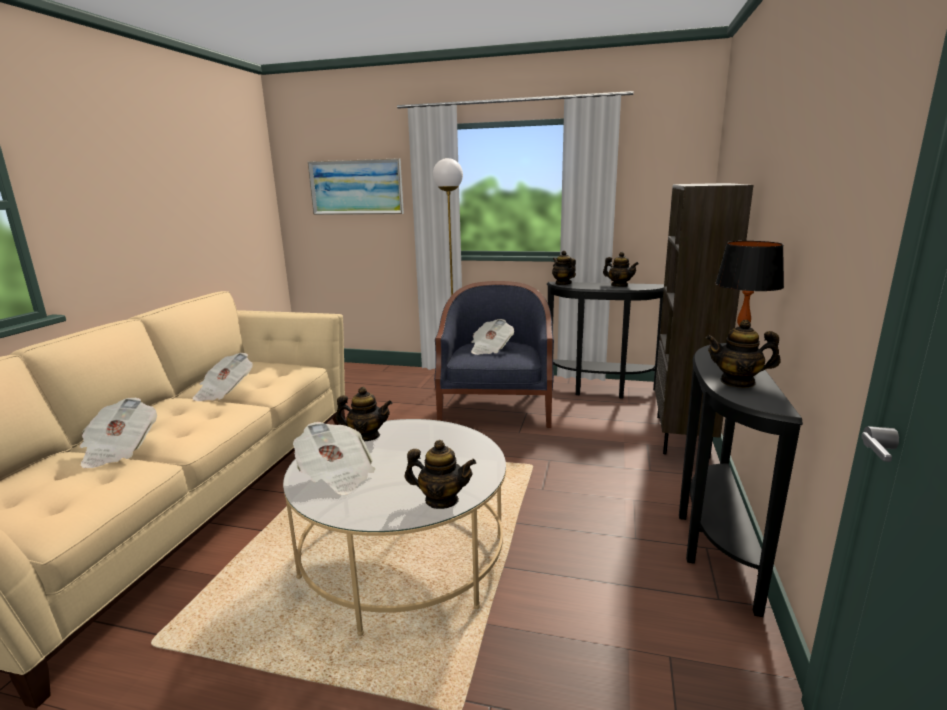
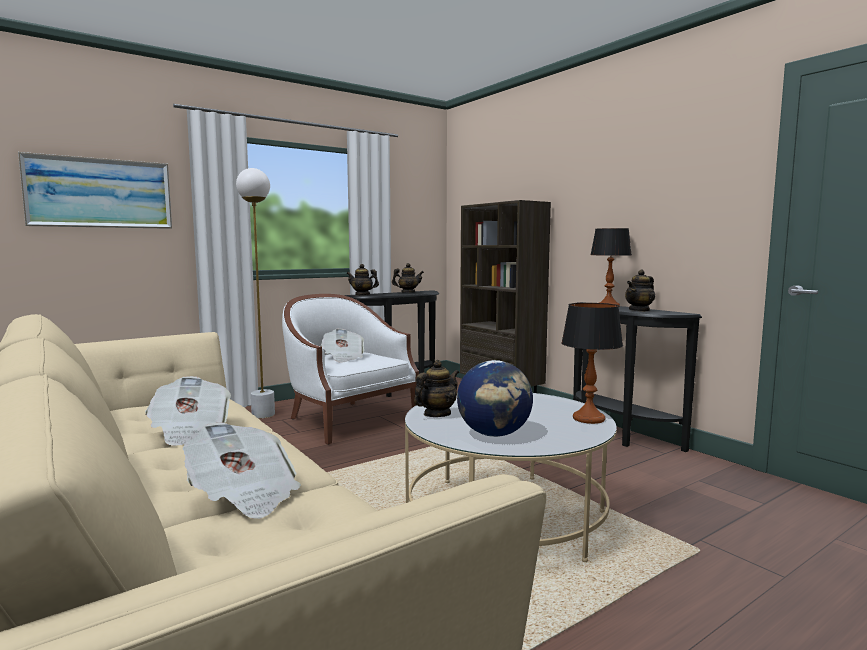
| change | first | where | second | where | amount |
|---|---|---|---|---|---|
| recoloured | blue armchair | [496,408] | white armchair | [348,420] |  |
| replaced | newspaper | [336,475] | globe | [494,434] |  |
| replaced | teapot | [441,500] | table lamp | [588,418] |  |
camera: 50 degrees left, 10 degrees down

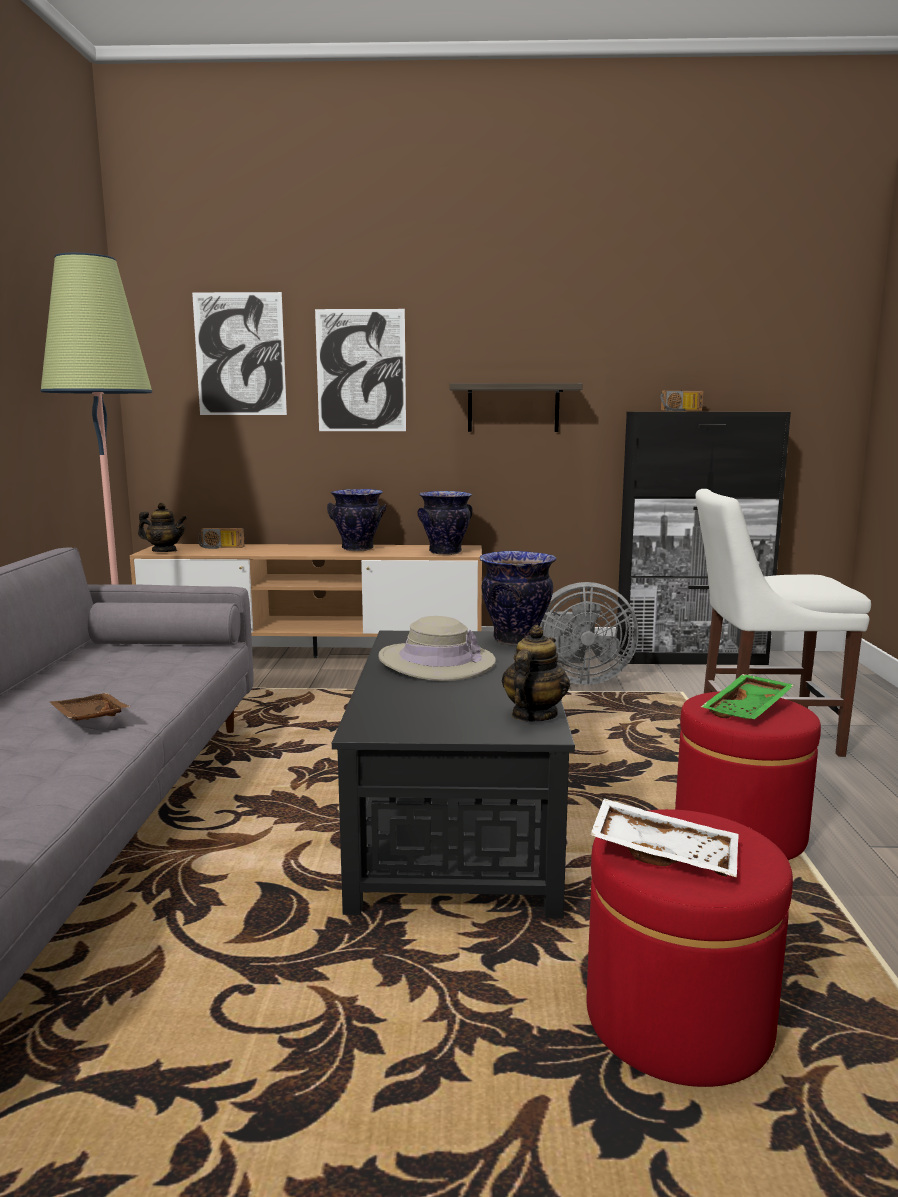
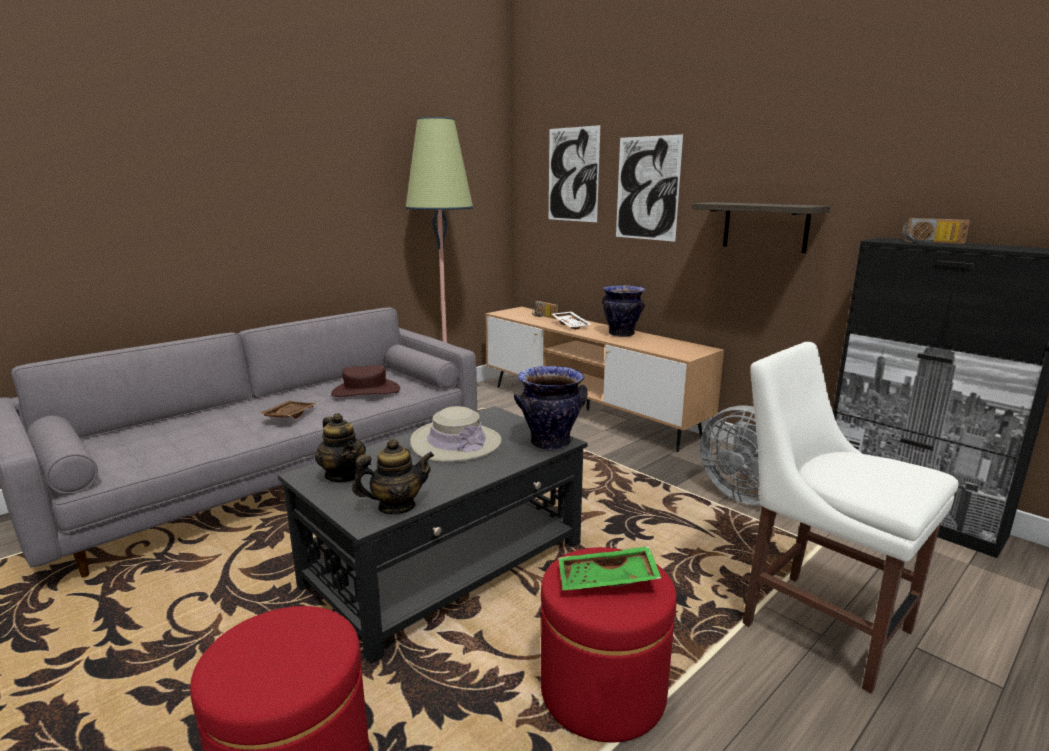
| change | first | where | second | where | amount |
|---|---|---|---|---|---|
| moved | teapot | [164,551] |  | [343,475] |  |
| added |  |  | brown hat | [365,391] |  |
| moved | white tray | [664,853] |  | [571,325] |  |
| removed | vase | [446,552] |  |  |  |
camera: 45 degrees right, 5 degrees up

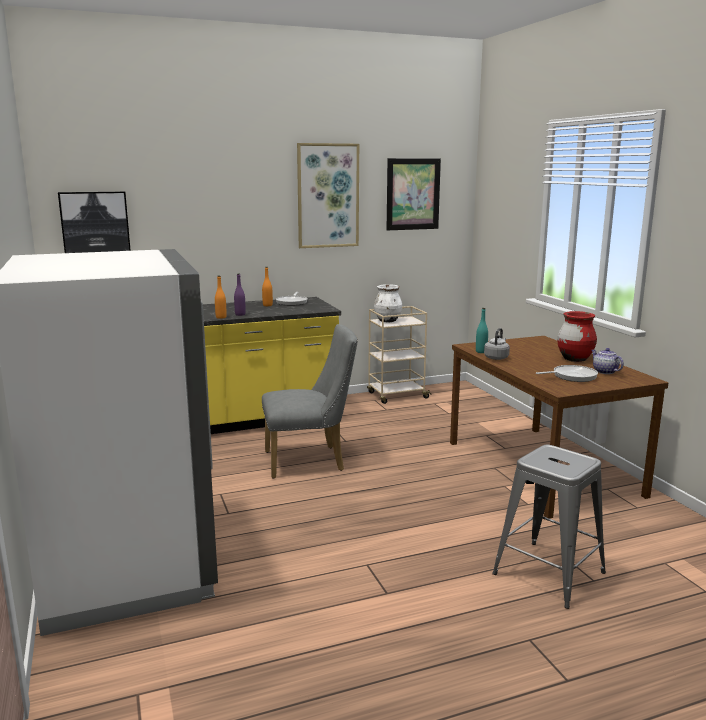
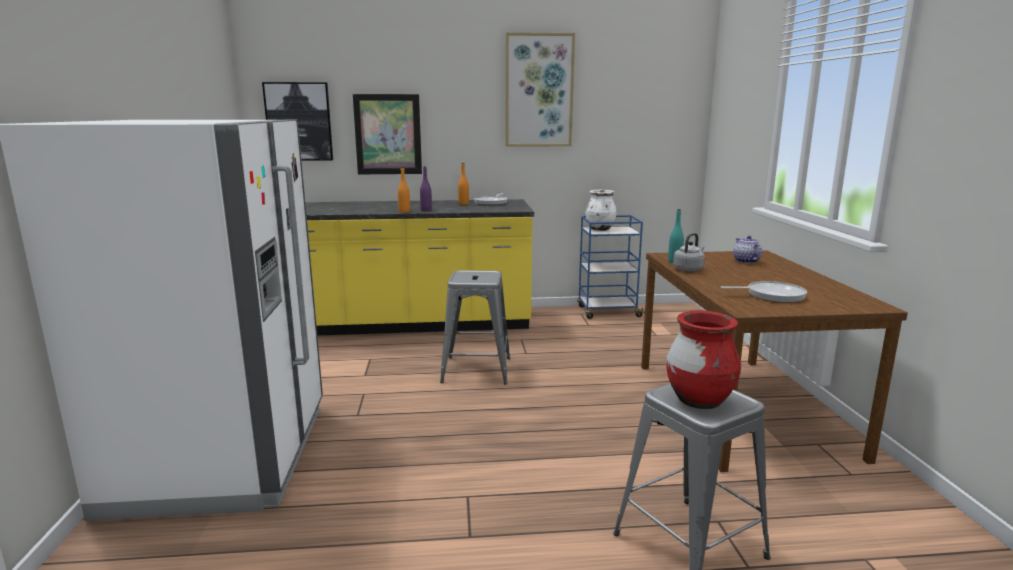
| change | first | where | second | where | amount |
|---|---|---|---|---|---|
| moved | picture | [413,194] |  | [388,134] |  |
| replaced | grey chair | [310,461] | grey stool | [476,370] |  |
| recoloured | beige cart | [396,395] | blue cart | [607,312] |  |
| moved | red vase | [574,359] |  | [699,401] |  |
| moved | teapot | [604,371] |  | [745,261] |  |
camera: 15 degrees right, 0 degrees up

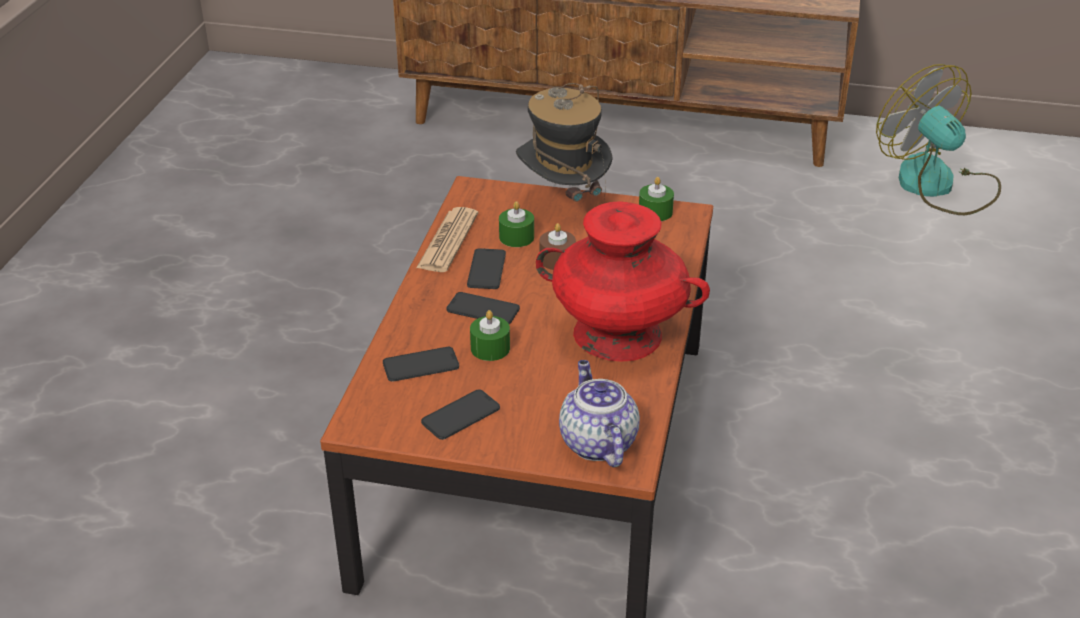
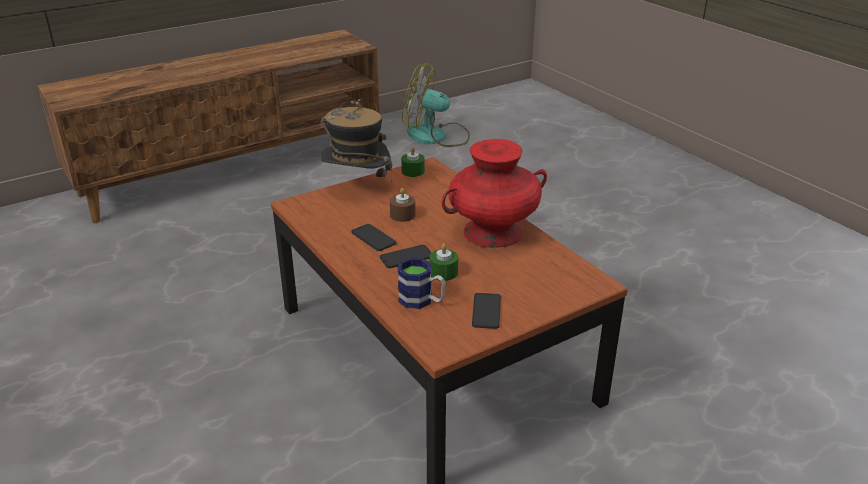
| change | first | where | second | where | amount |
|---|---|---|---|---|---|
| replaced | phone | [421,365] | mug | [422,301] |  |
| removed | newspaper | [448,241] |  |  |  |
| removed | green candle | [516,237] |  |  |  |
| removed | teapot | [596,442] |  |  |  |
camera: 45 degrees left, 5 degrees down

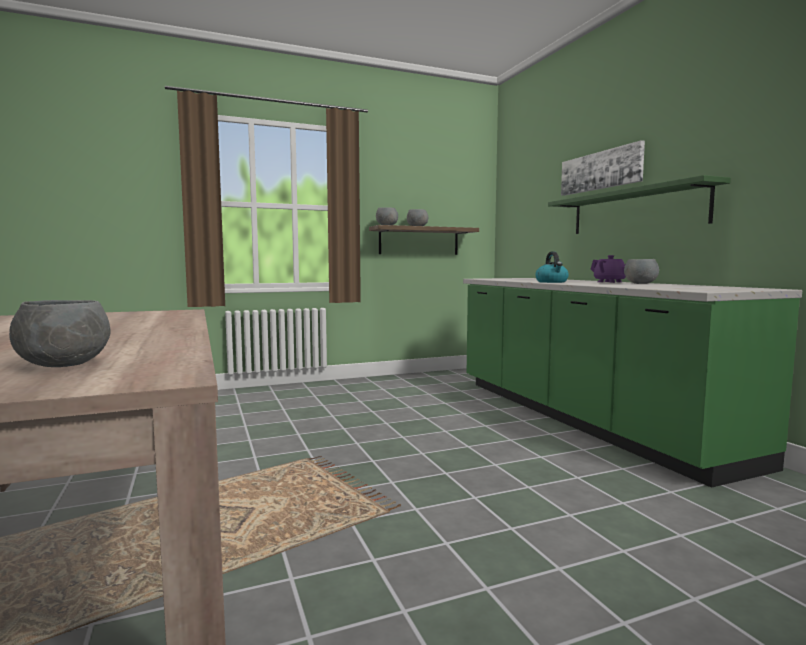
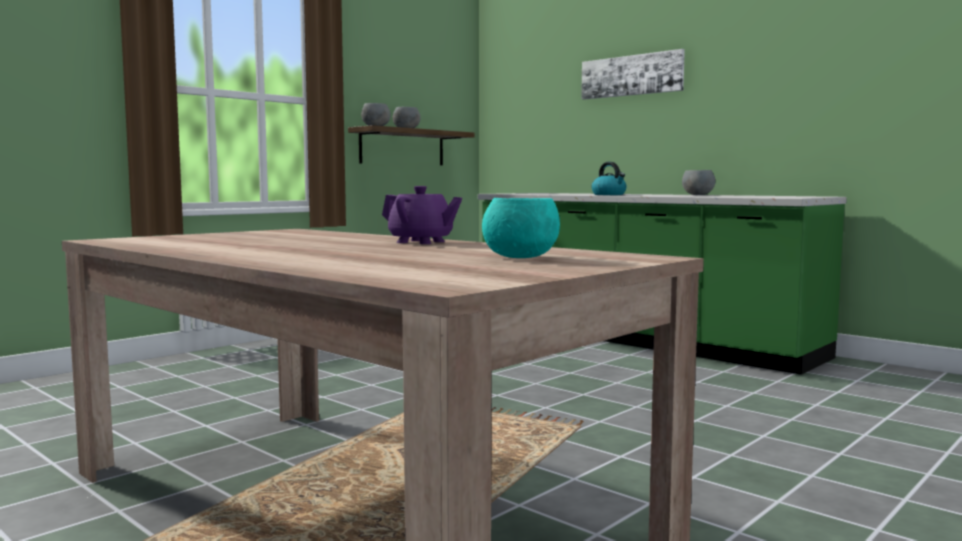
| change | first | where | second | where | amount |
|---|---|---|---|---|---|
| moved | purple teapot | [610,282] |  | [421,242] |  |
| recoloured | grey bowl | [63,365] | turquoise bowl | [521,257] |  |
| removed | green shelf | [635,211] |  |  |  |
camera: 25 degrees left, 0 degrees up

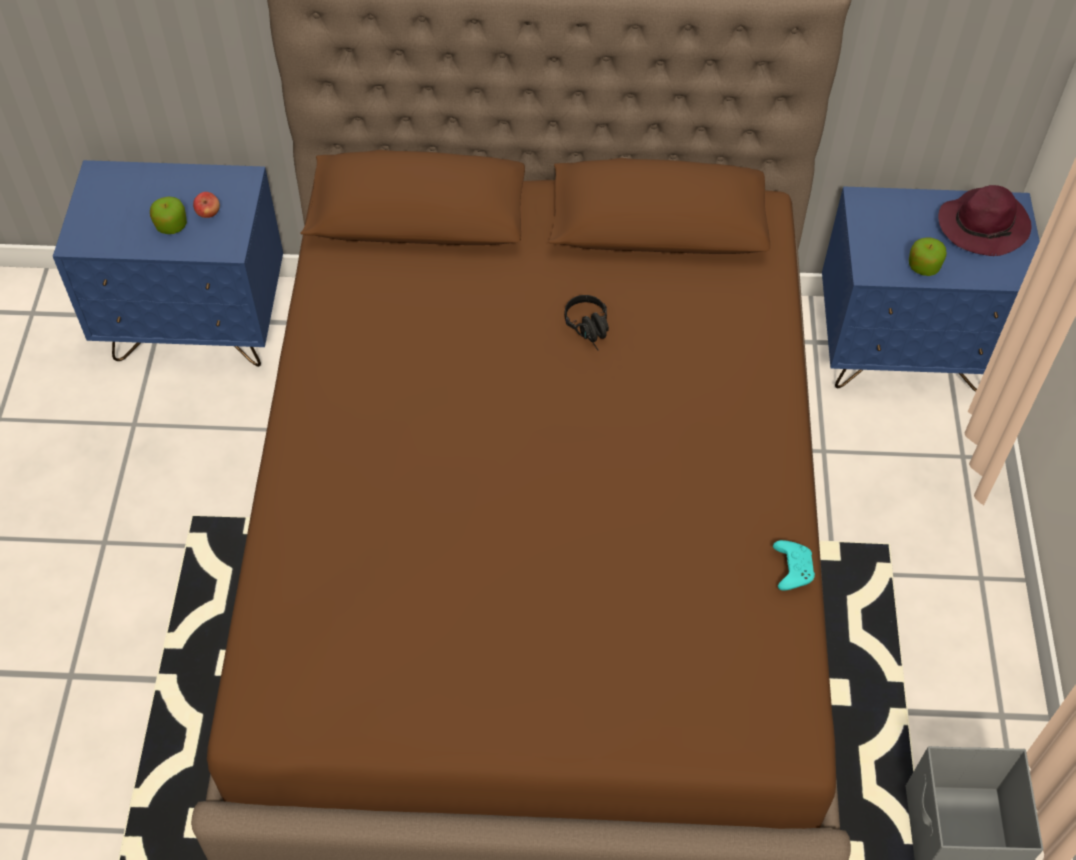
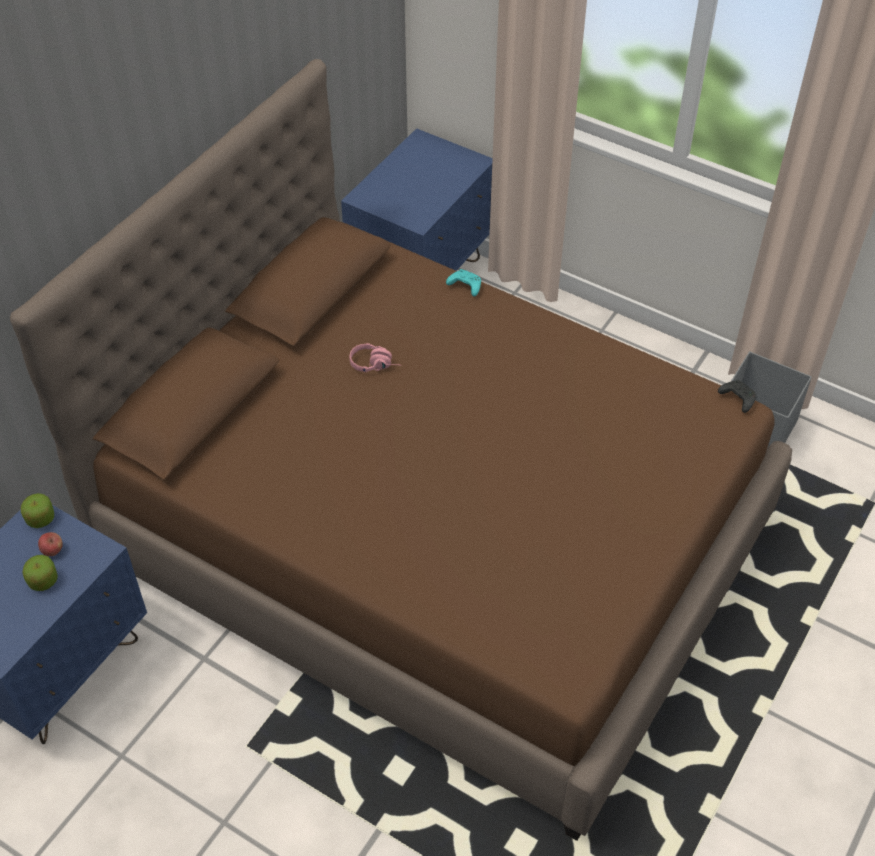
| change | first | where | second | where | amount |
|---|---|---|---|---|---|
| moved | apple | [923,267] |  | [40,519] |  |
| recoloured | black headphones | [590,330] | pink headphones | [376,364] |  |
| moved | turquoise game controller | [791,569] |  | [464,286] |  |
| added |  |  | black game controller | [737,399] |  |
| removed | purple hat | [983,225] |  |  |  |
camera: 60 degrees left, 5 degrees down

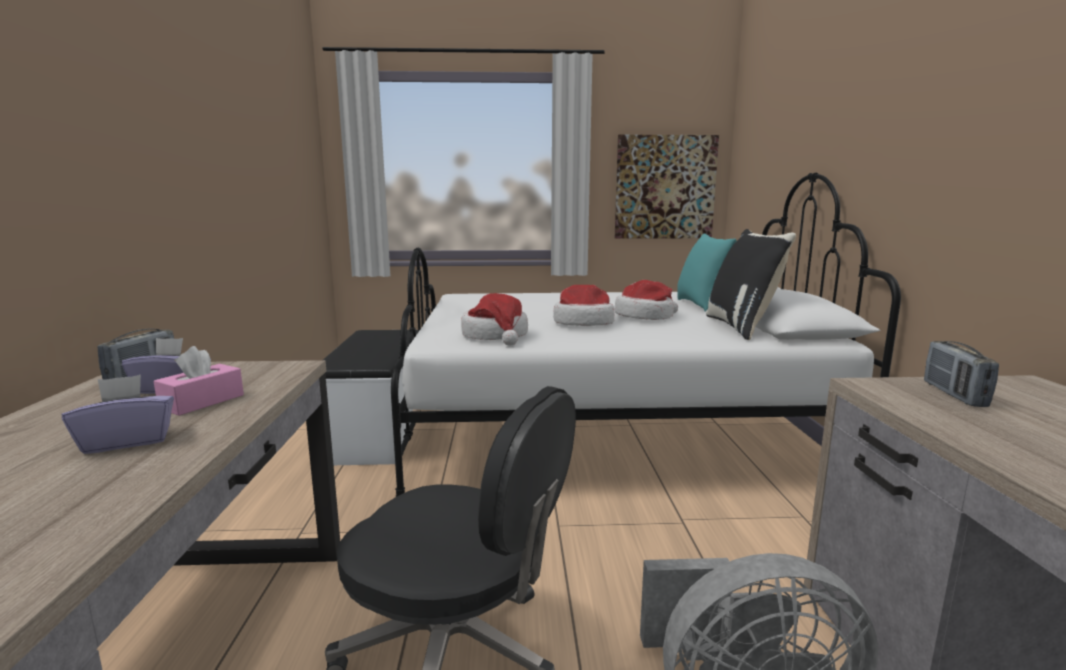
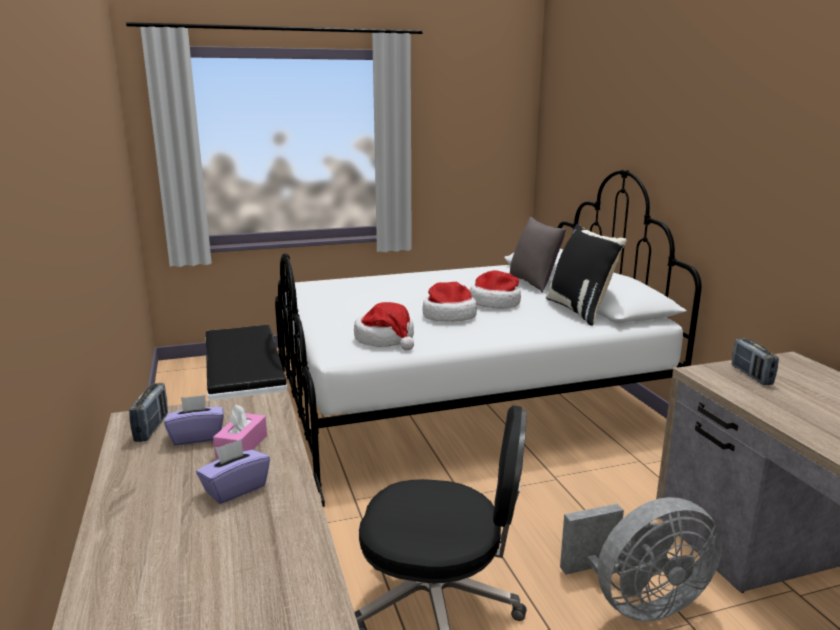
| change | first | where | second | where | amount |
|---|---|---|---|---|---|
| recoloured | turquoise pillow | [701,305] | grey pillow | [534,284] |  |
| removed | picture | [665,187] |  |  |  |
camera: 15 degrees left, 5 degrees up

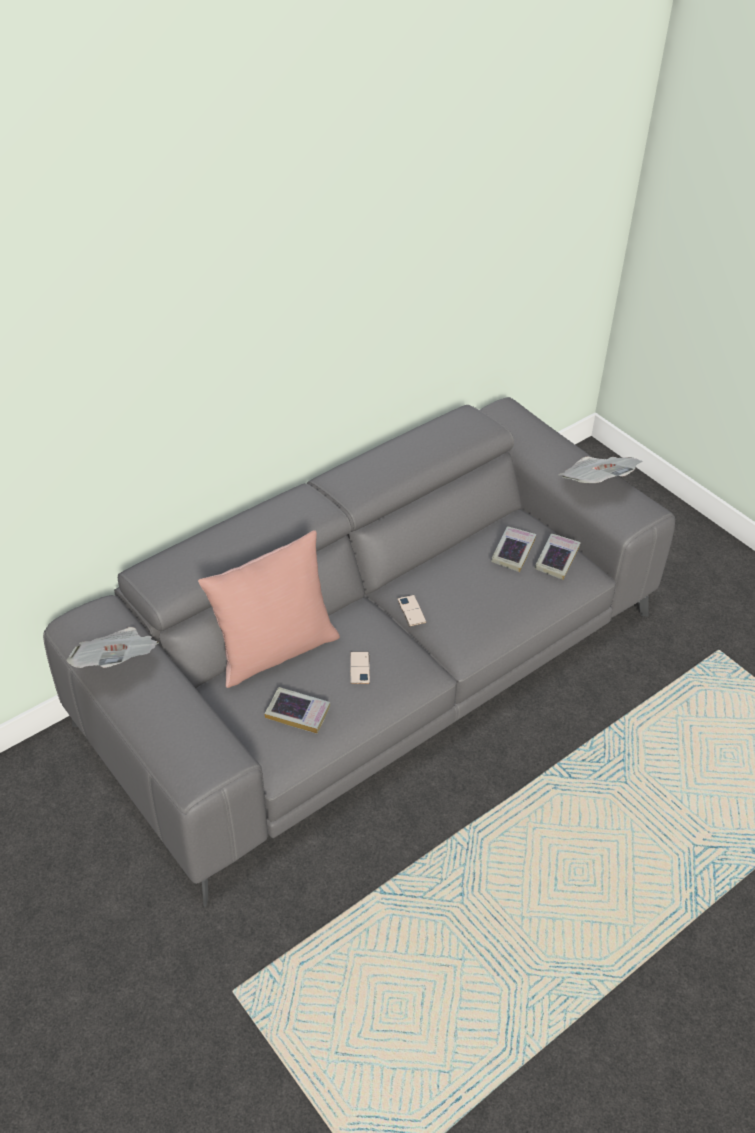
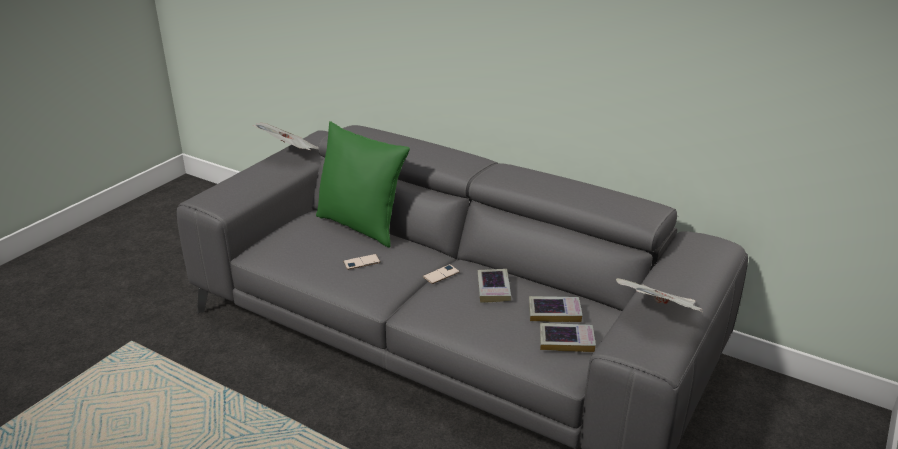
| change | first | where | second | where | amount |
|---|---|---|---|---|---|
| recoloured | pink pillow | [275,651] | green pillow | [361,226] |  |
| moved | book | [298,713] |  | [493,289] |  |
camera: 70 degrees right, 15 degrees down

